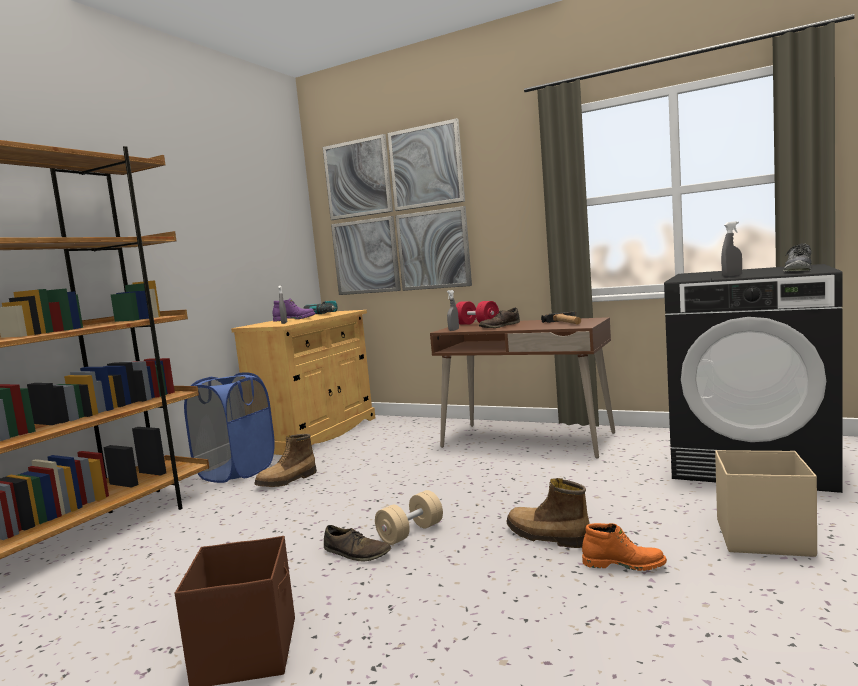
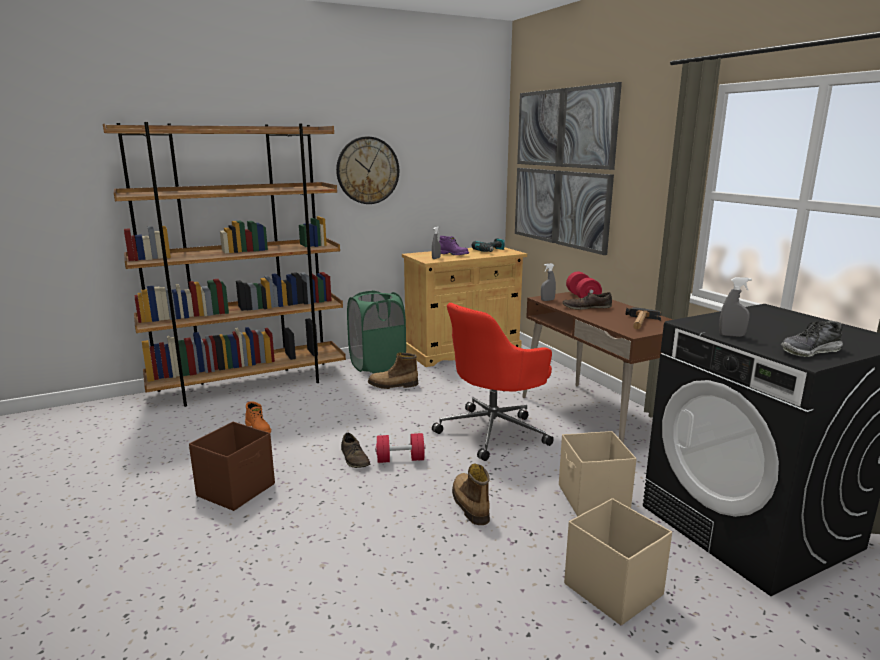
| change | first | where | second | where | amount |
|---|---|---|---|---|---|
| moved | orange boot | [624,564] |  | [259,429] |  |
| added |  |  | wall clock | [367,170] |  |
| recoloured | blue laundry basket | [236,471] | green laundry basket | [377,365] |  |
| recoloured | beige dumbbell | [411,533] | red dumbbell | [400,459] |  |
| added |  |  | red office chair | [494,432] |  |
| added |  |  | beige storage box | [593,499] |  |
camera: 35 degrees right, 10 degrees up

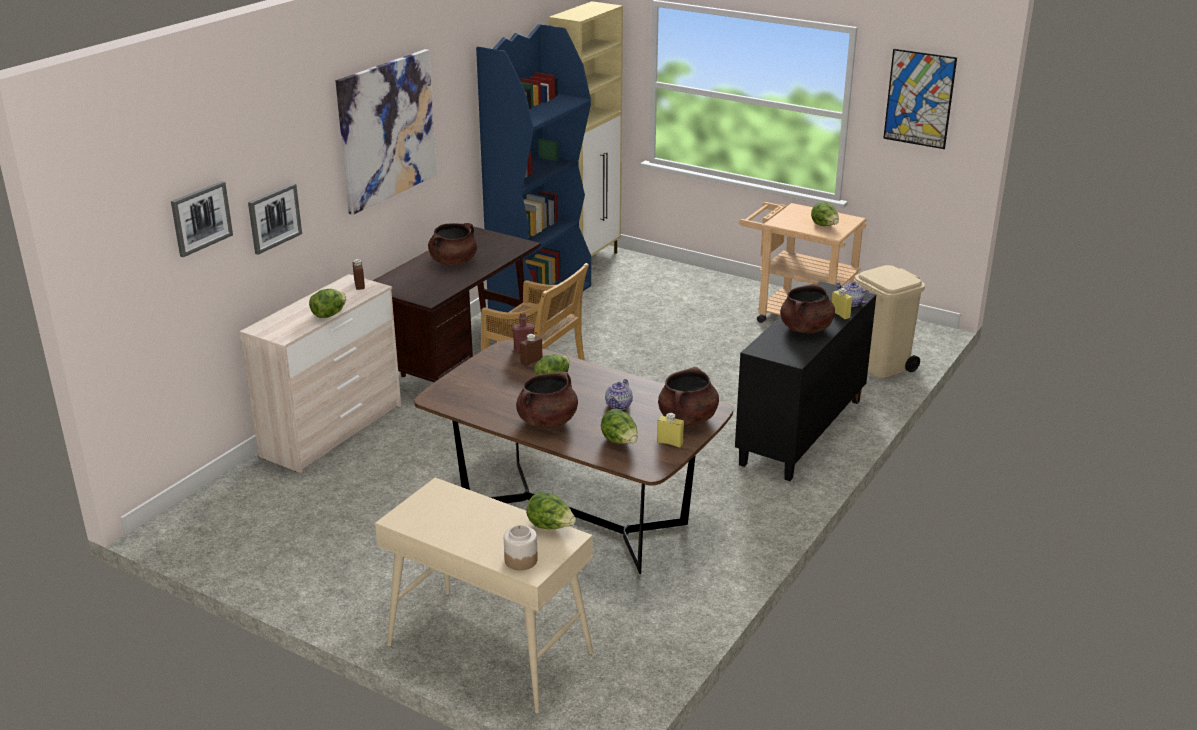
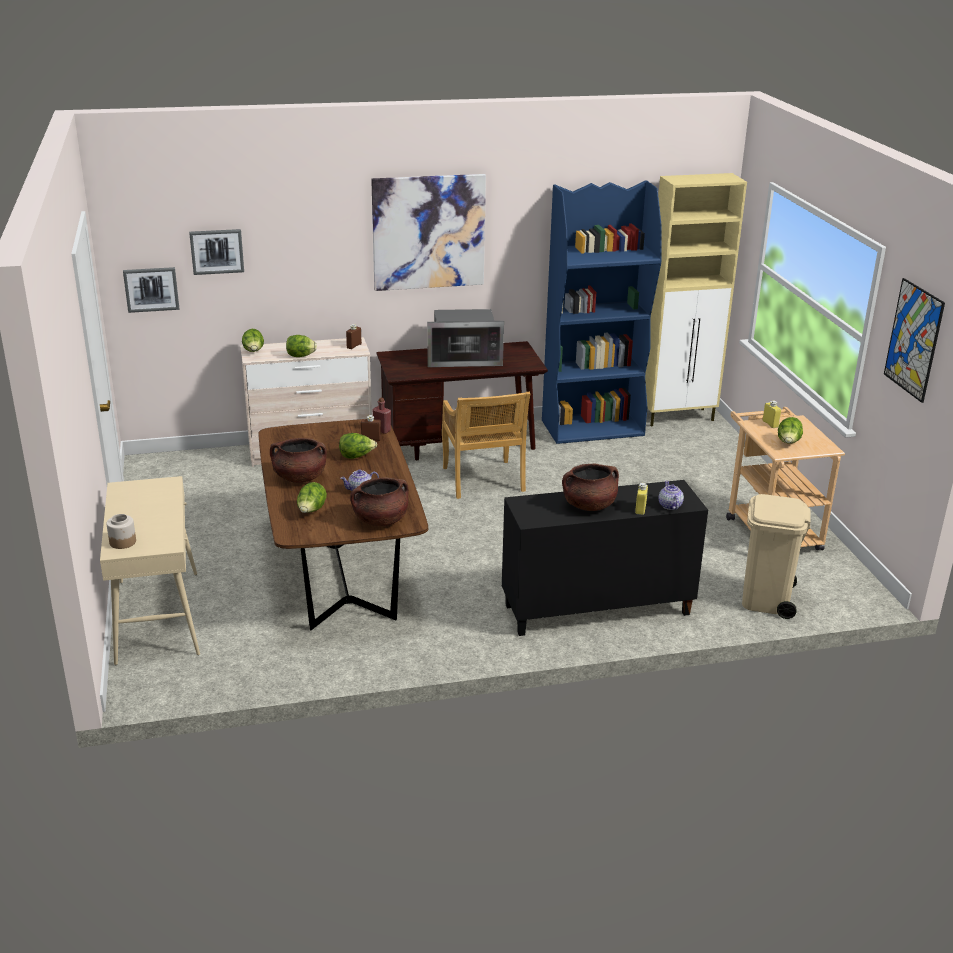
| change | first | where | second | where | amount |
|---|---|---|---|---|---|
| moved | picture | [274,218] |  | [151,289] |  |
| moved | lettuce | [550,527] |  | [254,352] |  |
| replaced | brown cooking pot | [453,262] | microwave | [464,359] |  |
| moved | yellow bottle | [670,443] |  | [770,424] |  |
camera: 45 degrees right, 0 degrees up

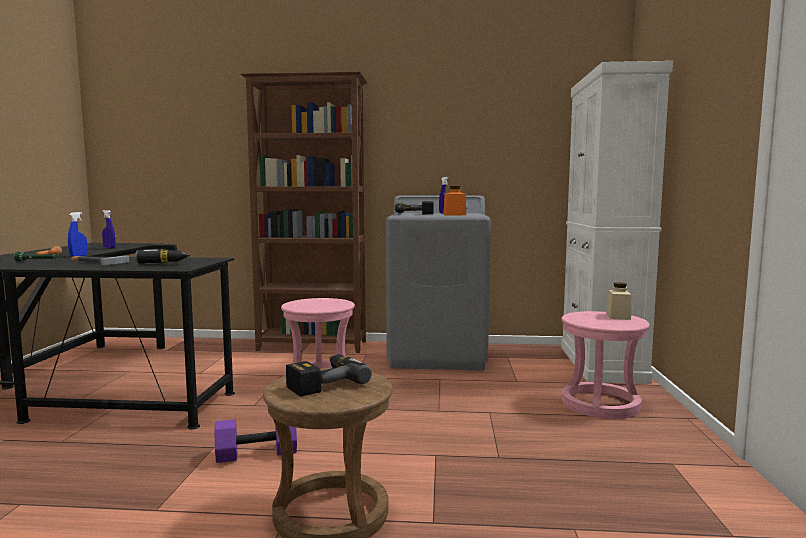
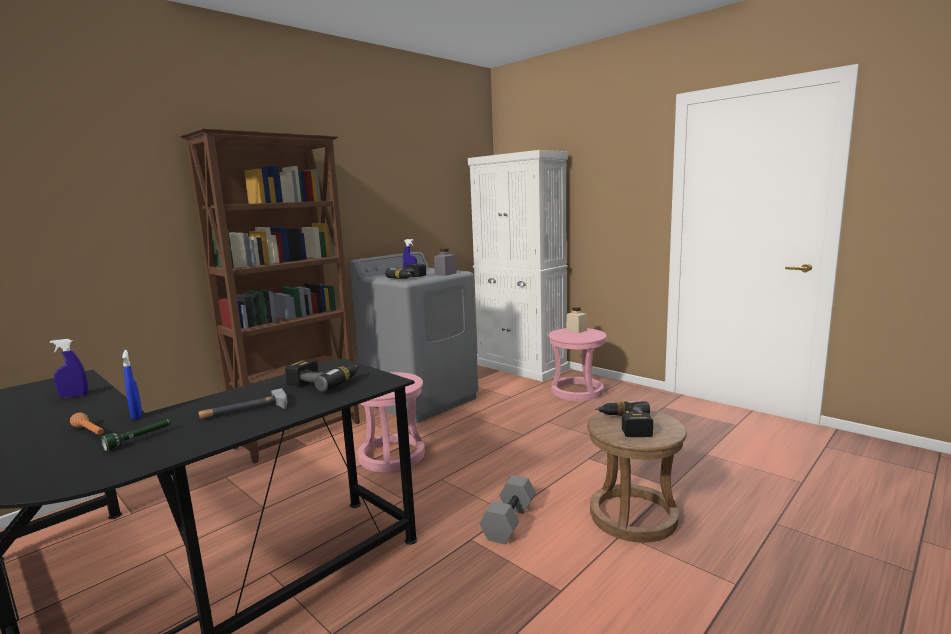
| change | first | where | second | where | amount |
|---|---|---|---|---|---|
| recoloured | orange jar | [454,215] | grey jar | [445,274] |  |
| recoloured | purple dumbbell | [257,453] | grey dumbbell | [508,521] |  |
camera: 50 degrees left, 5 degrees up

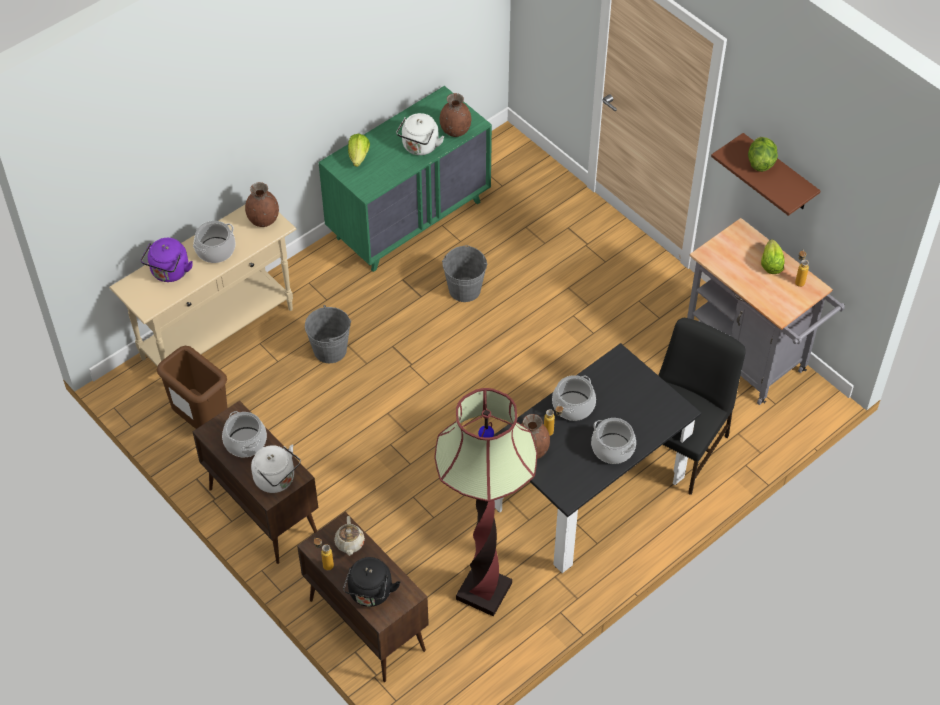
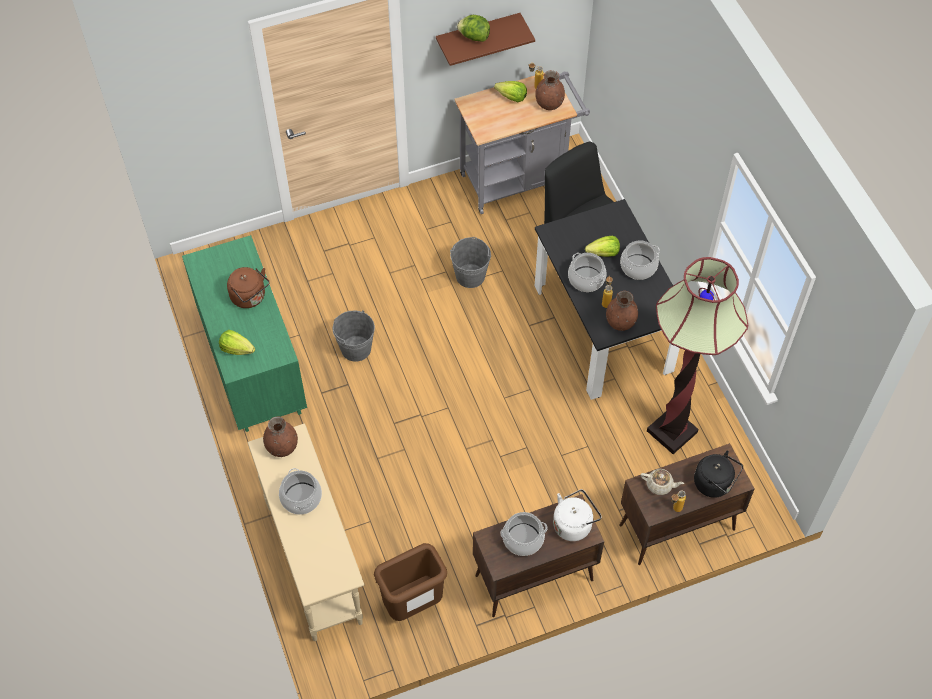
| change | first | where | second | where | amount |
|---|---|---|---|---|---|
| recoloured | white kettle | [419,147] | brown kettle | [250,297] |  |
| moved | grey bucket | [330,350] |  | [470,276] |  |
| moved | brown vase | [455,131] |  | [549,104] |  |
| added |  |  | lettuce | [603,253] |  |
| removed | purple kettle | [169,273] |  |  |  |
camera: 70 degrees left, 5 degrees up

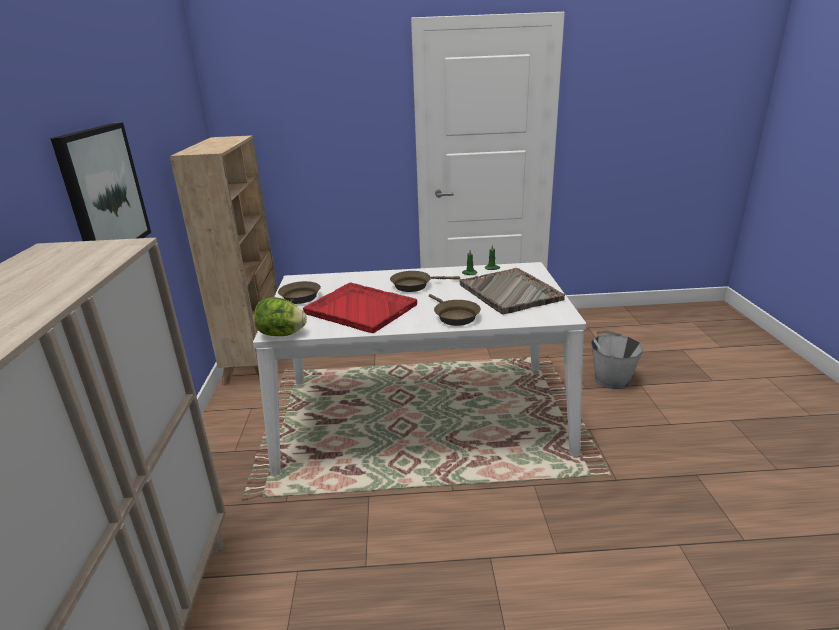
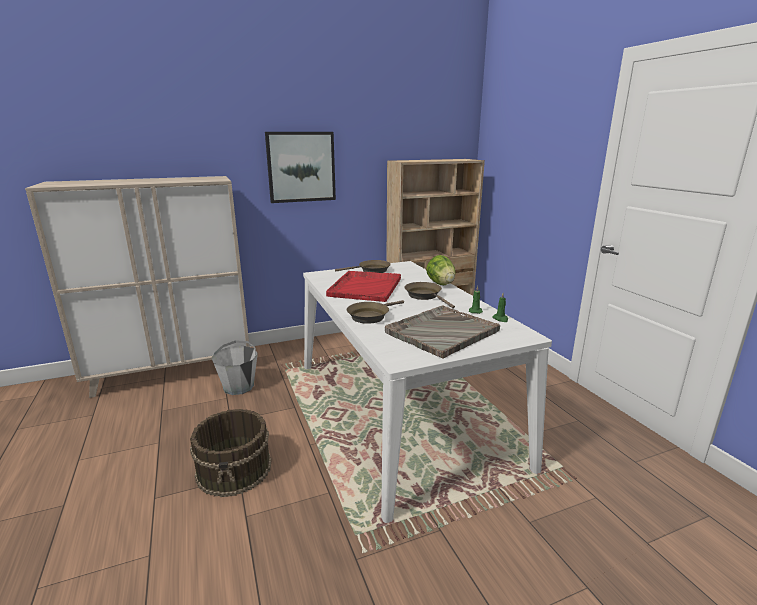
| change | first | where | second | where | amount |
|---|---|---|---|---|---|
| added |  |  | brown bucket | [235,469] |  |
| moved | grey bucket | [611,379] |  | [238,386] |  |
| moved | lettuce | [281,334] |  | [441,284] |  |
camera: 70 degrees right, 5 degrees down

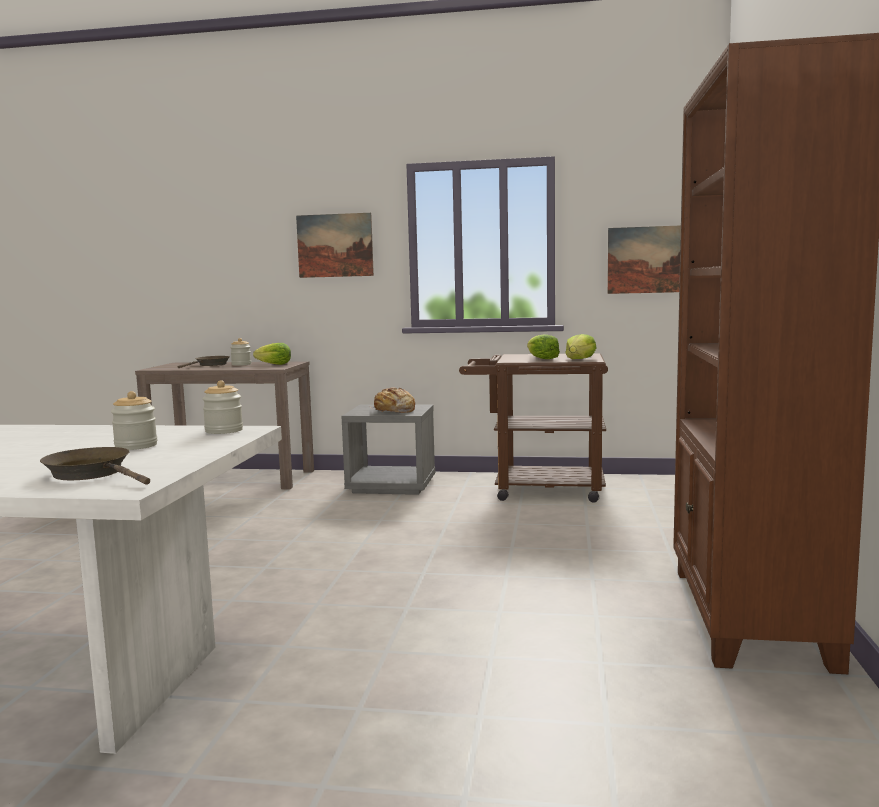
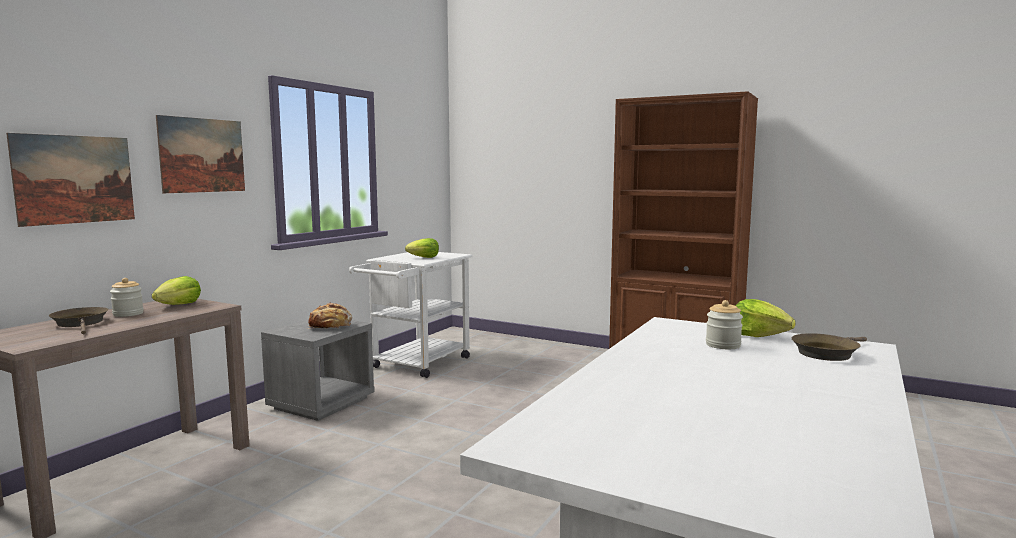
| change | first | where | second | where | amount |
|---|---|---|---|---|---|
| moved | picture | [649,260] |  | [75,179] |  |
| recoloured | brown cart | [537,490] | white cart | [416,365] |  |
| moved | lettuce | [579,359] |  | [758,335] |  |
| removed | jar | [224,430] |  |  |  |
camera: 70 degrees left, 0 degrees up

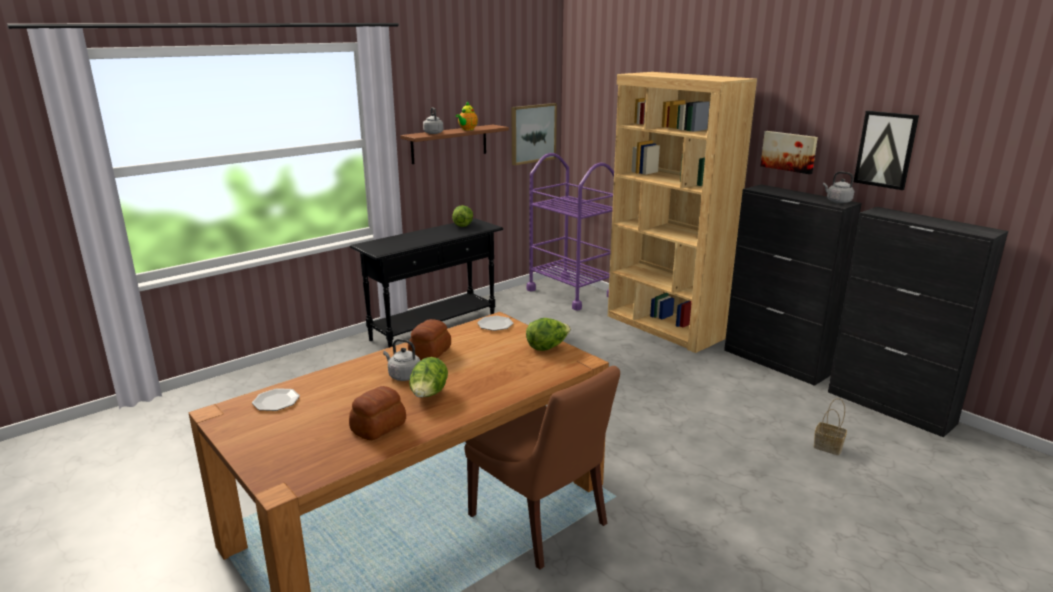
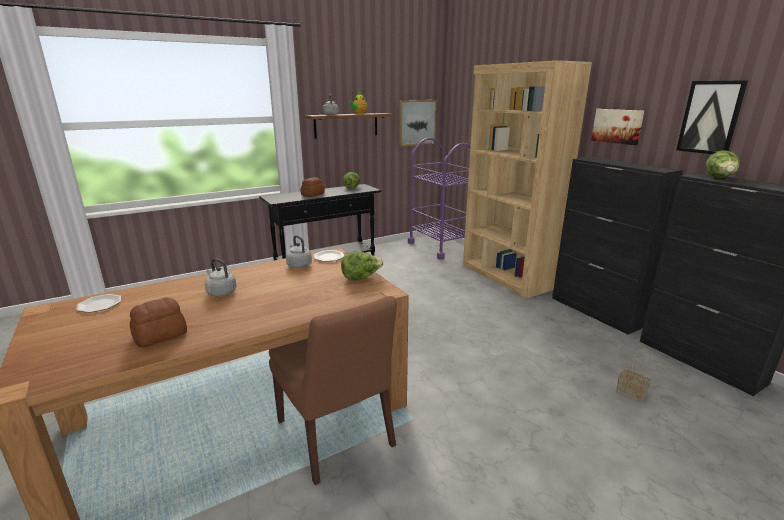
| change | first | where | second | where | amount |
|---|---|---|---|---|---|
| moved | grey kettle | [837,201] |  | [298,265] |  |
| moved | bread | [429,353] |  | [312,194] |  |
| moved | lettuce | [428,395] |  | [720,178] |  |
camera: 10 degrees right, 0 degrees up

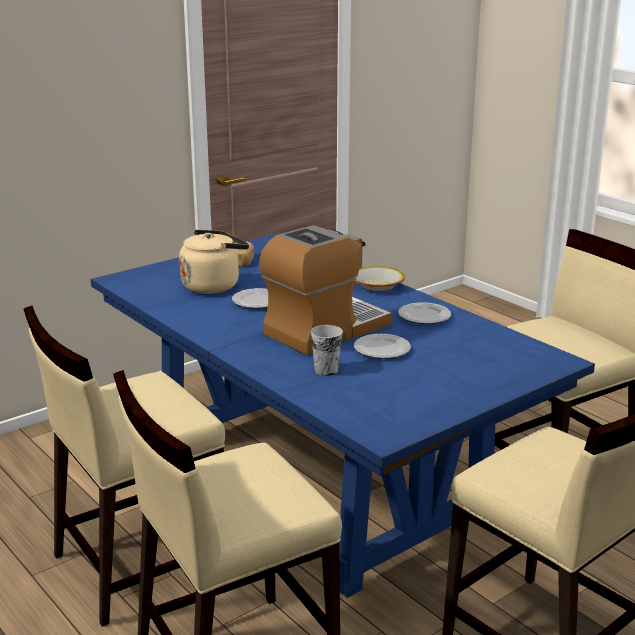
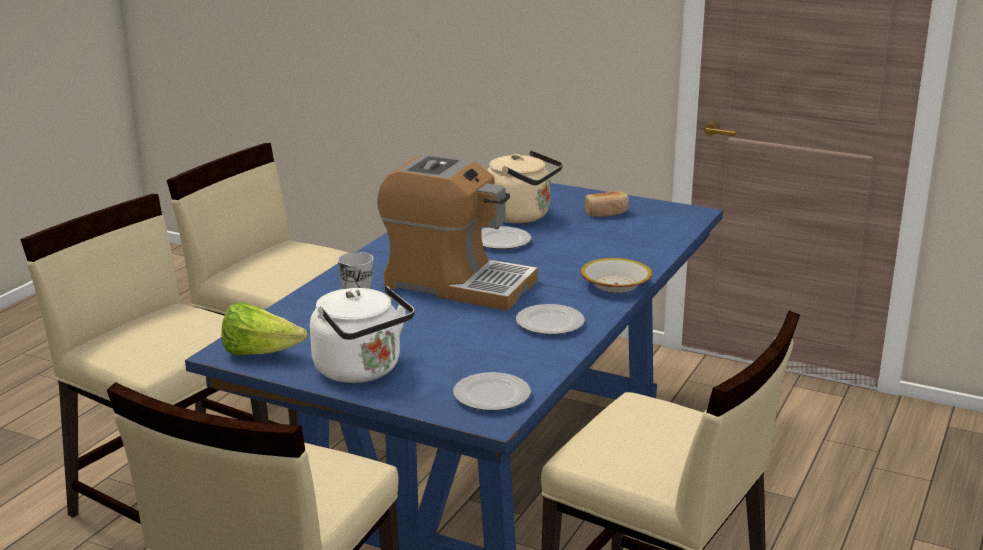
| change | first | where | second | where | amount |
|---|---|---|---|---|---|
| added |  |  | lettuce | [260,353] |  |
| added |  |  | white kettle | [362,371] |  |
| moved | plate | [381,349] |  | [491,395] |  |
camera: 65 degrees right, 0 degrees up

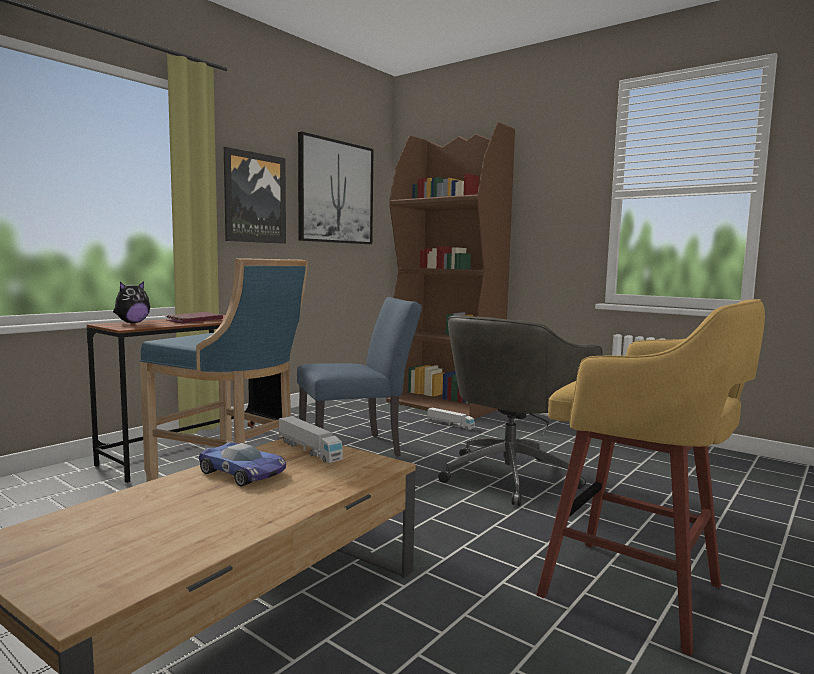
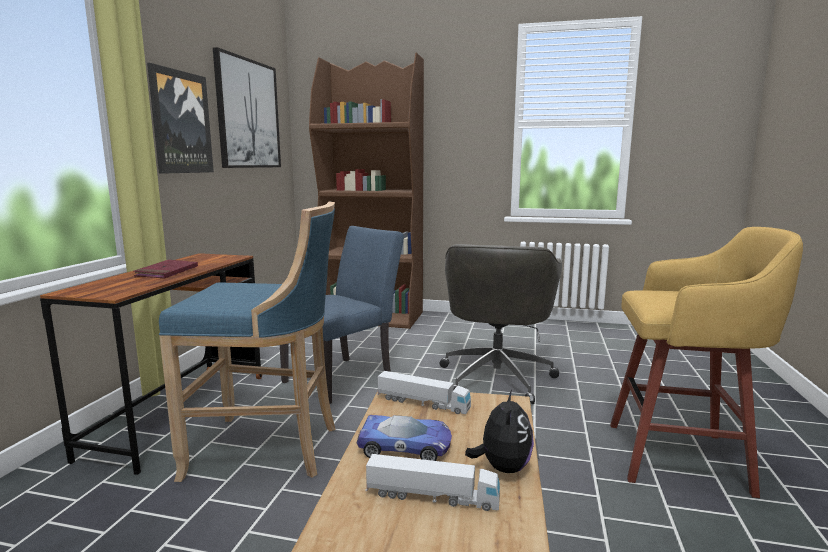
| change | first | where | second | where | amount |
|---|---|---|---|---|---|
| moved | toy truck | [450,425] |  | [432,496] |  |
| moved | plush toy | [132,323] |  | [502,467] |  |
camera: 25 degrees left, 5 degrees up

